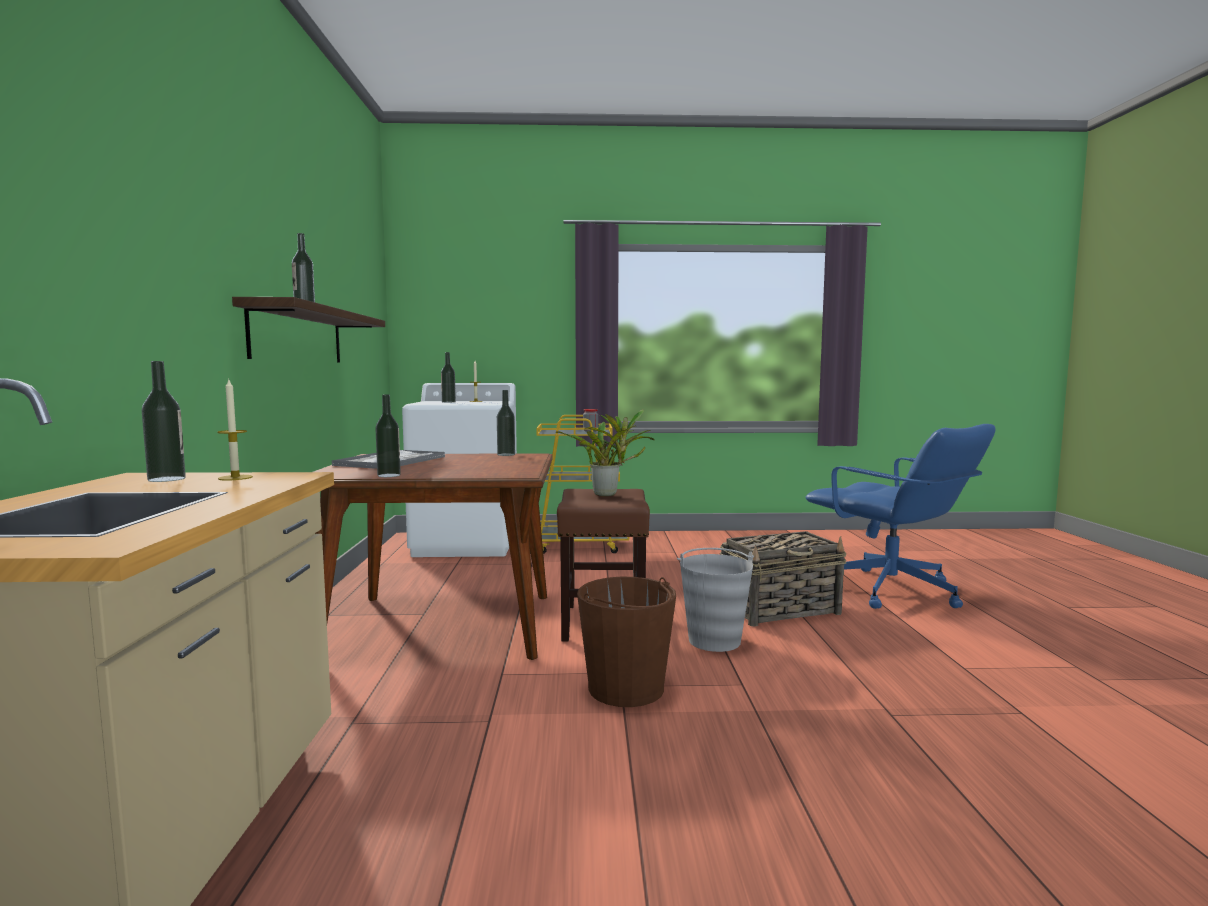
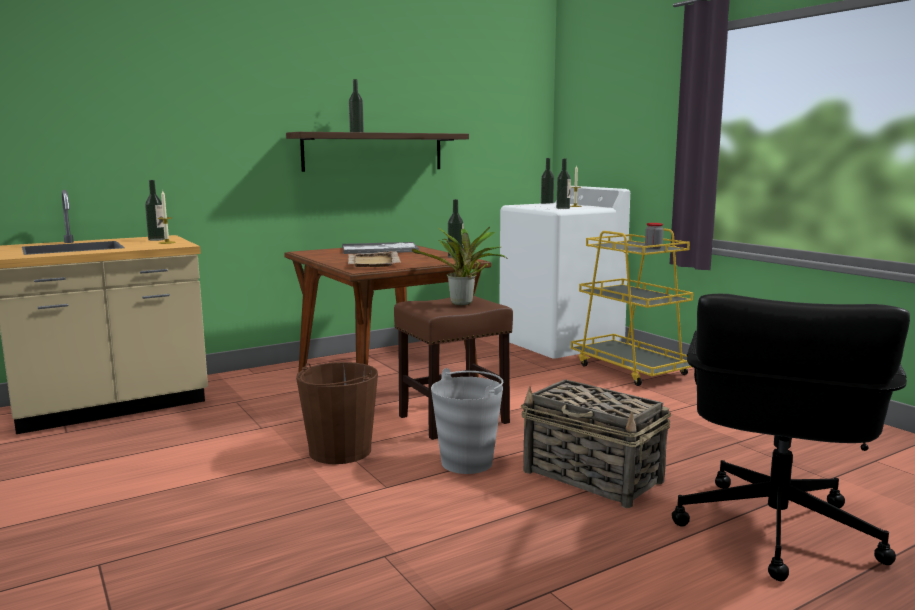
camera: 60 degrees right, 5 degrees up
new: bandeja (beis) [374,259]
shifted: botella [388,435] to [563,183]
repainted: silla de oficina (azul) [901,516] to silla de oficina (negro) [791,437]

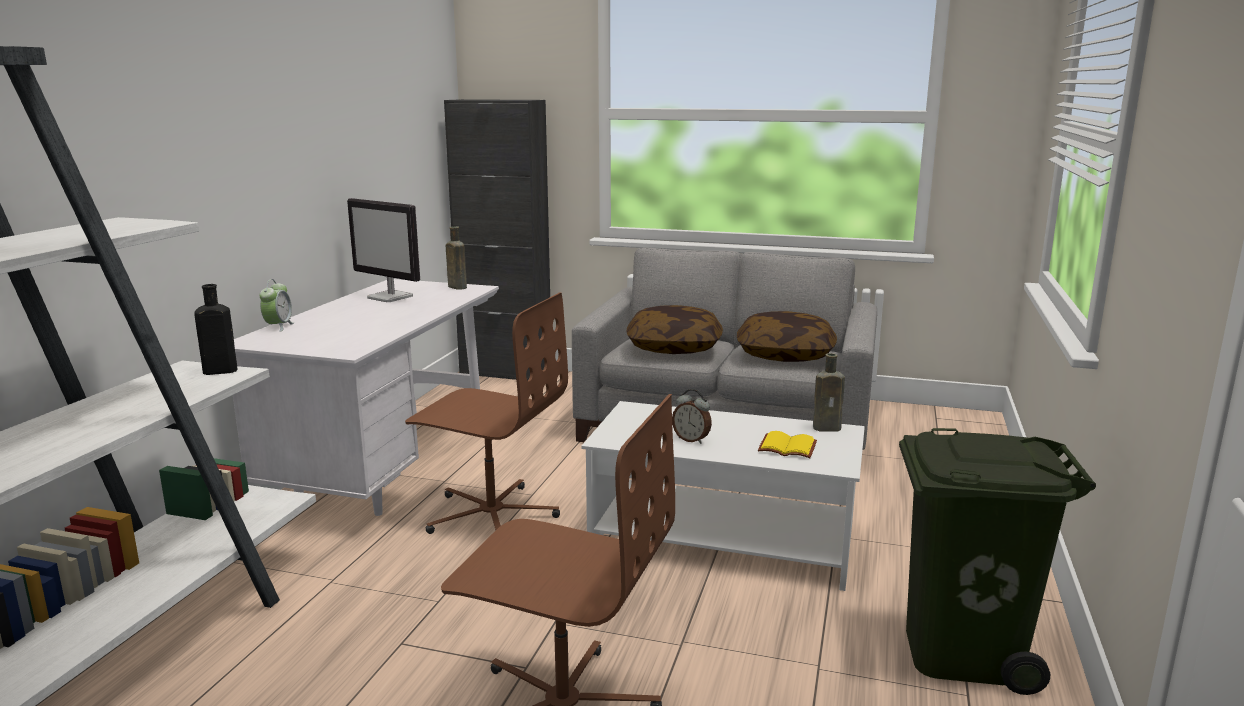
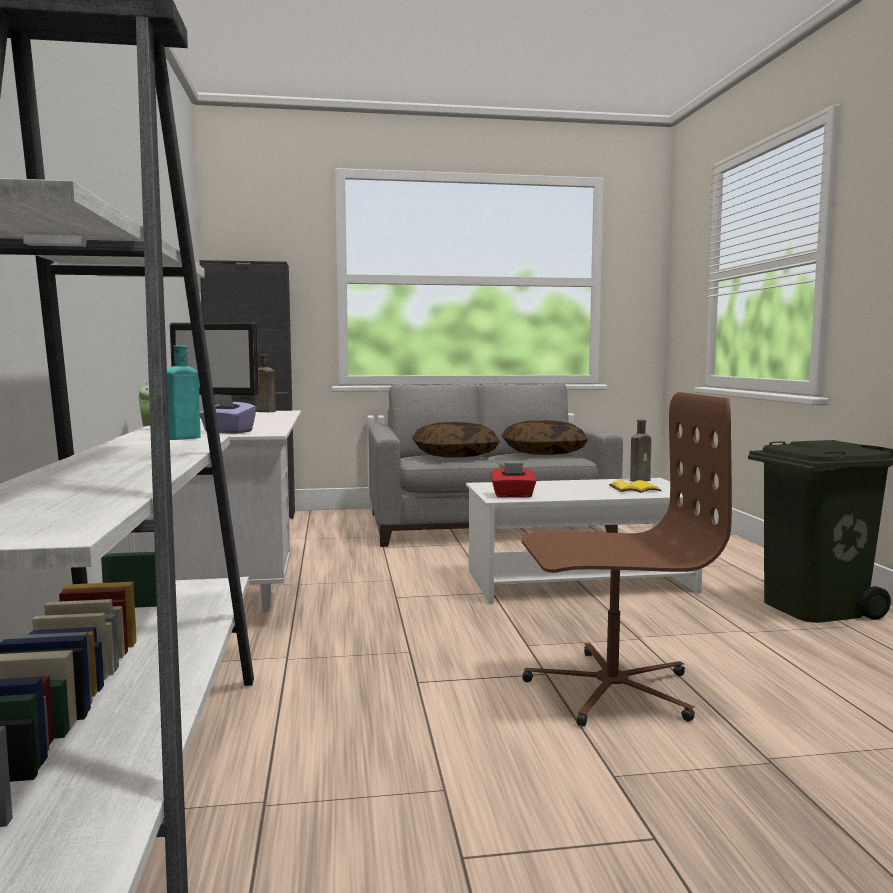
camera: 25 degrees left, 10 degrees down
gone: silla de oficina (marrón) [486,413]; despertador [692,416]
new: caja de pañuelos (morado) [228,414]; caja de pañuelos (rojo) [513,480]
repainted: botella (negro) [215,329] to botella (turquesa) [184,392]

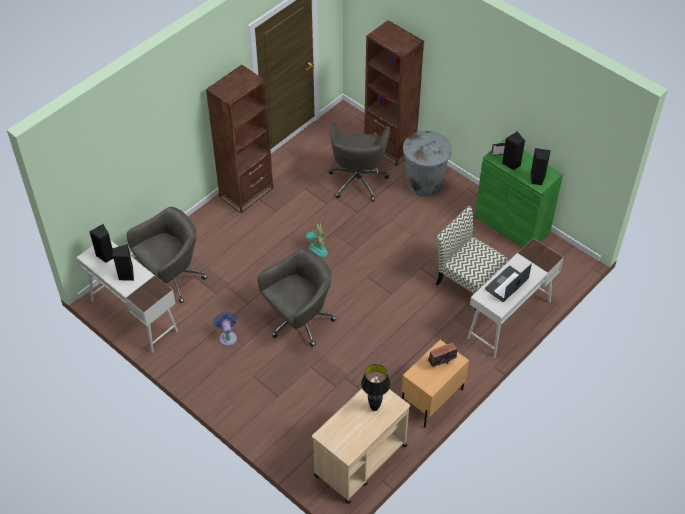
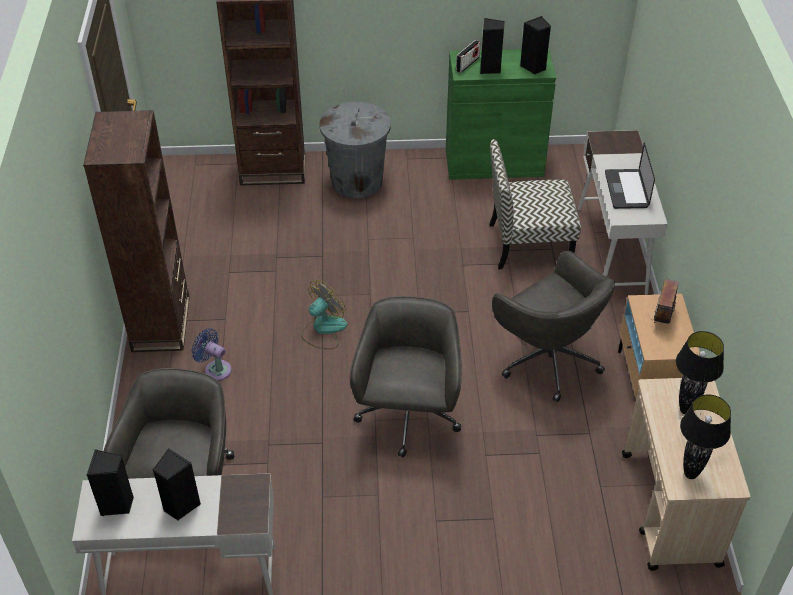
camera: 45 degrees left, 5 degrees down
new: lámpara de mesa (negro) [705,436]
shifted: ventilador (azul) [225,329] to [212,354]; silla de oficina (gris) [360,162] to [553,326]

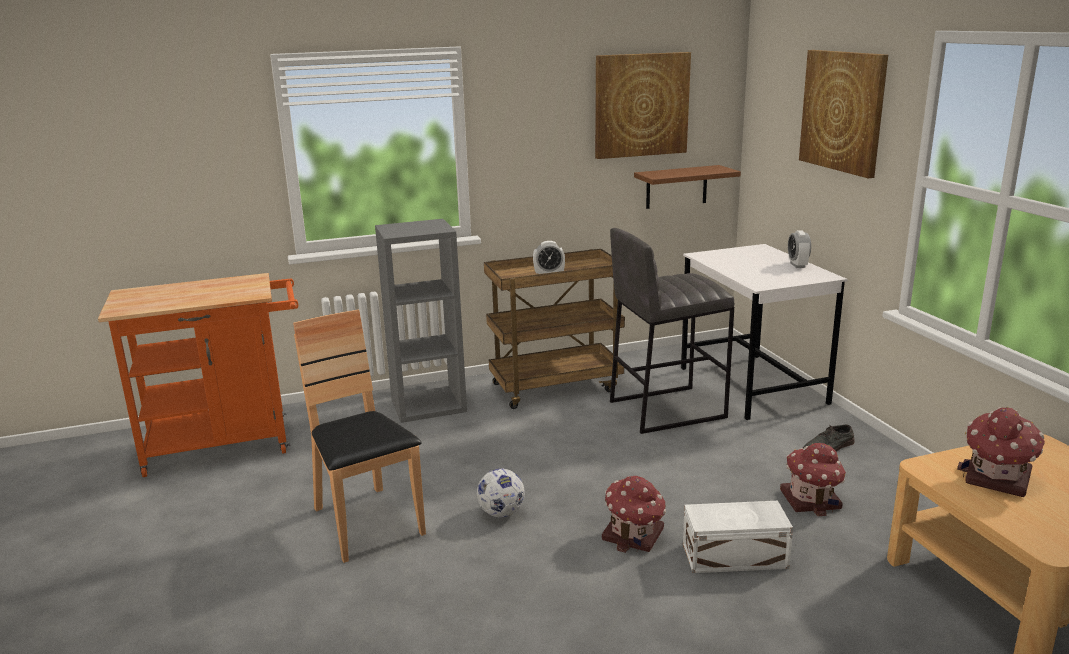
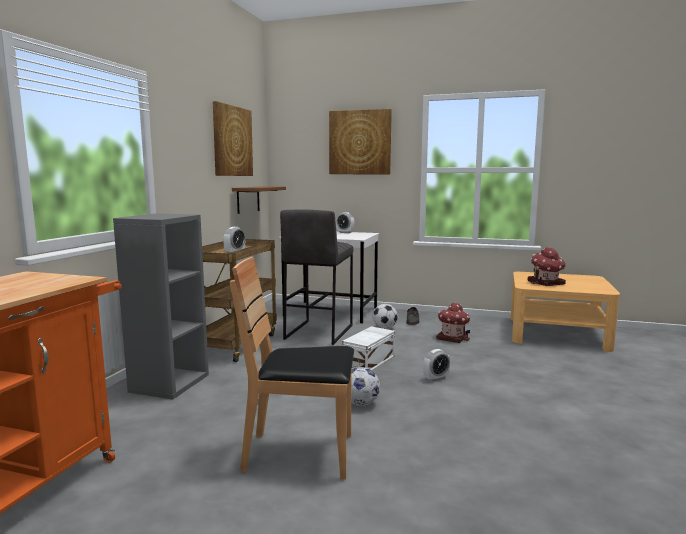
camera: 55 degrees left, 10 degrees down
new: balón de fútbol [385,316]
shifted: caja de almacenaje (blanco) [738,537] to [368,348]
swapped: casita [634,514] to despertador [436,365]

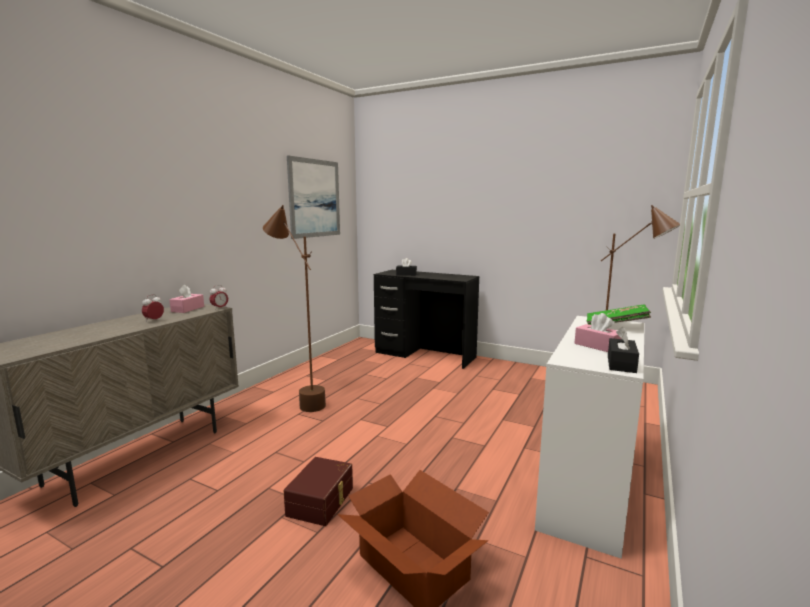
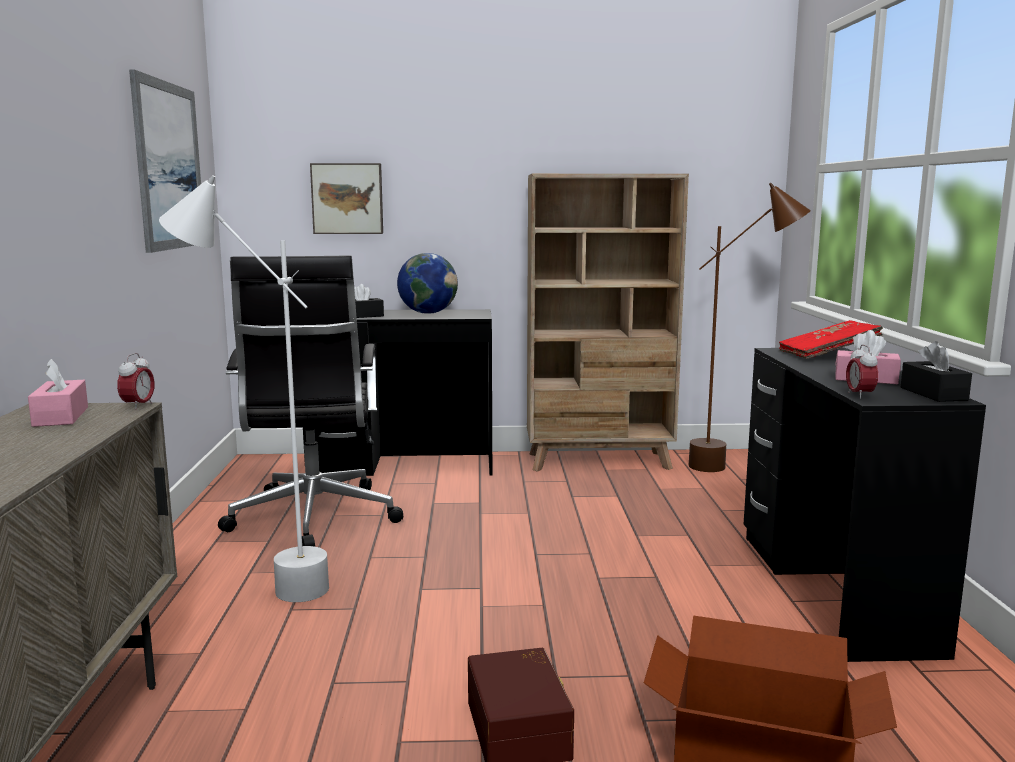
camera: 30 degrees left, 0 degrees up
new: silla de oficina (negro) [310,401]; cuadro [346,198]; globo terráqueo [427,283]; estantería (beis) [608,323]
shifted: despertador [153,308] to [862,371]
repainted: lámpara de pie (marrón) [294,308] to lámpara de pie (blanco) [244,388]; escritorio (blanco) [590,437] to escritorio (negro) [865,504]; libro (verde) [618,314] to libro (rojo) [831,339]

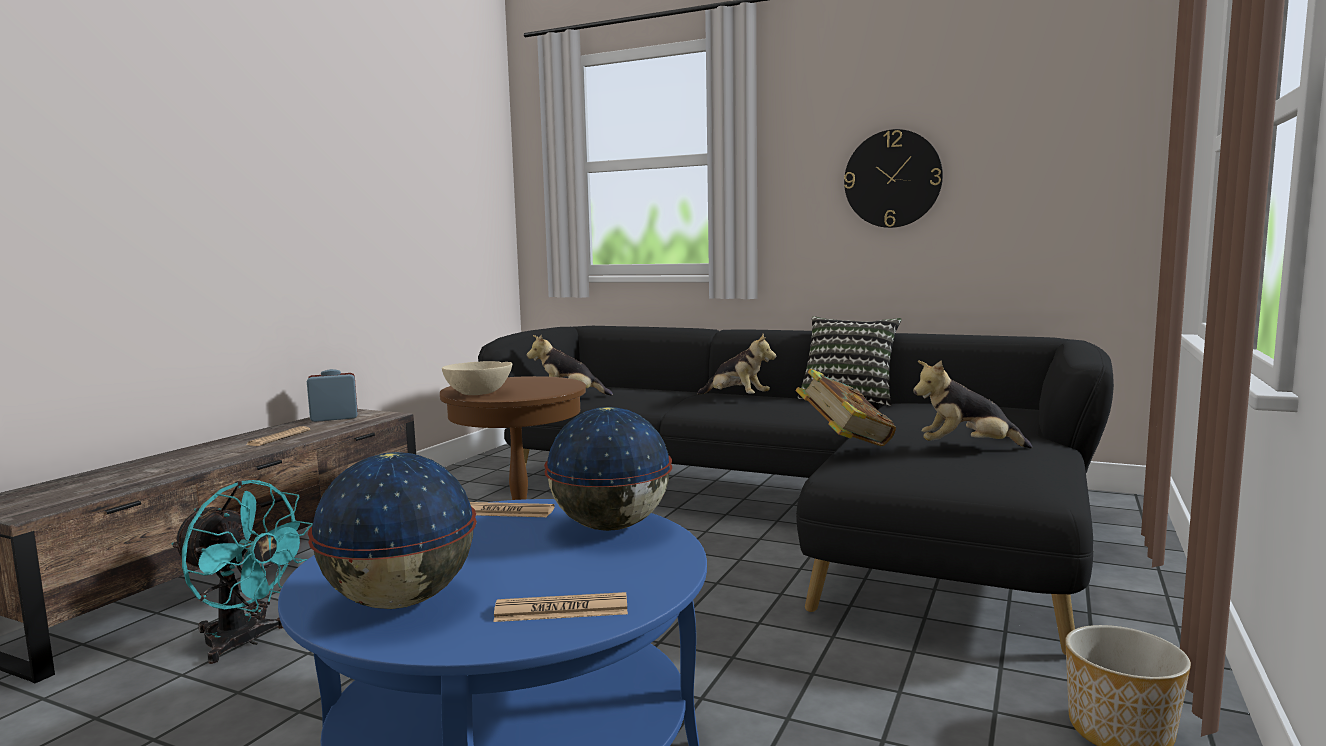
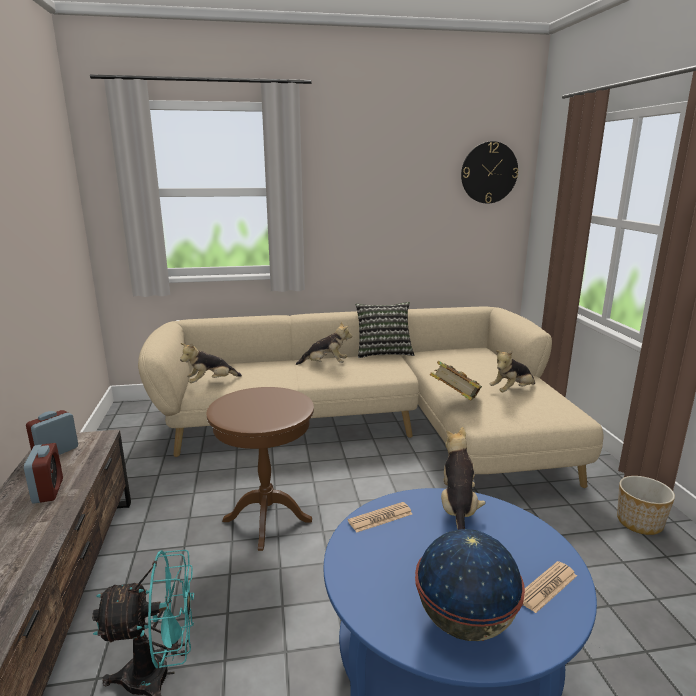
camera: 35 degrees left, 10 degrees up
gone: cuenco (beis) [477,378]
shifted: reloj de pared [893,178] to [490,172]
swapped: periódico [278,436] to despertador [43,473]; globo terráqueo [608,469] to peluche [463,478]
repainted: sofá (negro) [796,490] to sofá (beis) [370,397]

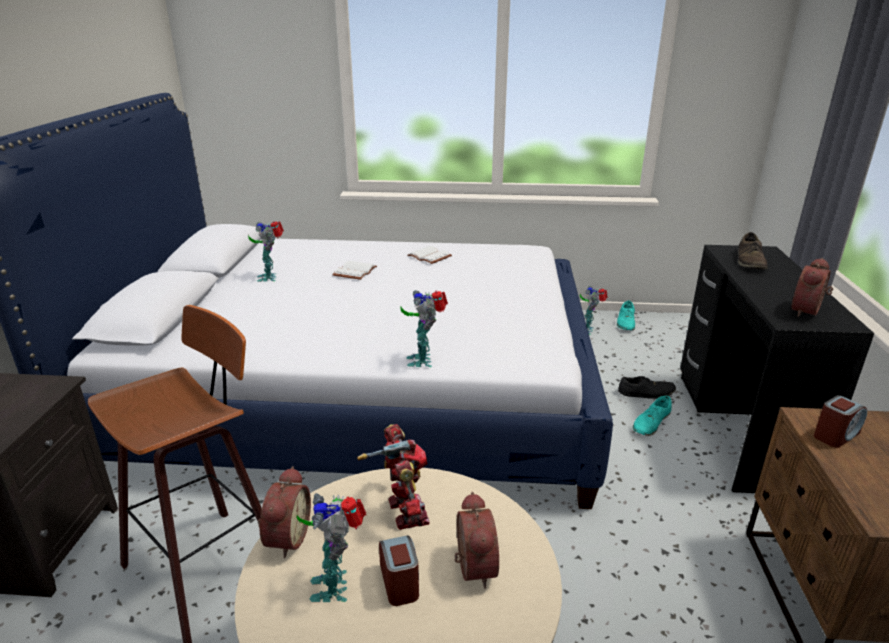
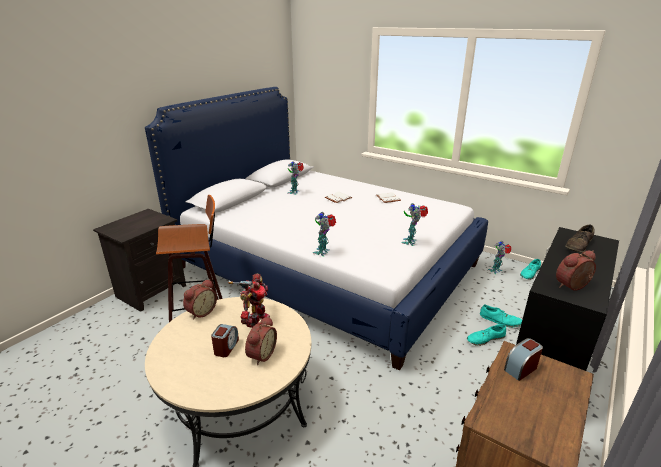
camera: 30 degrees right, 0 degrees up
shifted: robot de juguete [331,547] to [414,224]
repainted: zapato (negro) [647,387] to zapato (turquesa) [501,315]
rotated: despertador [840,421] = [523,359] 150 degrees clockwise

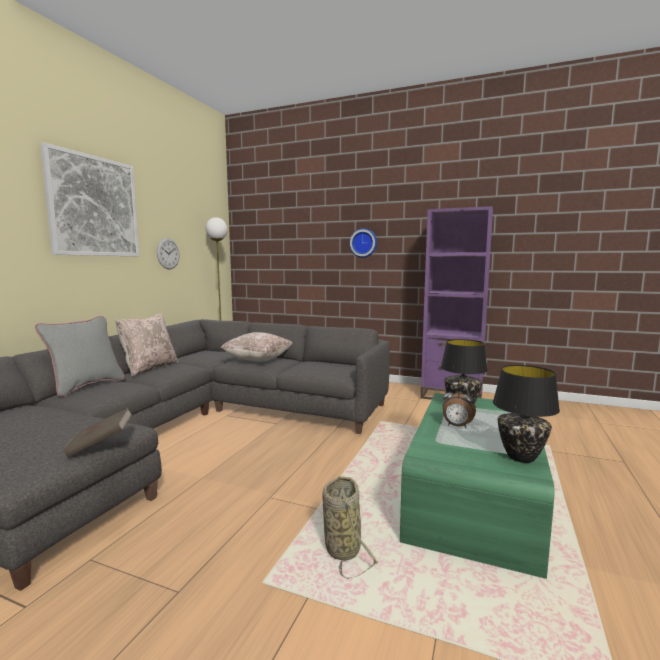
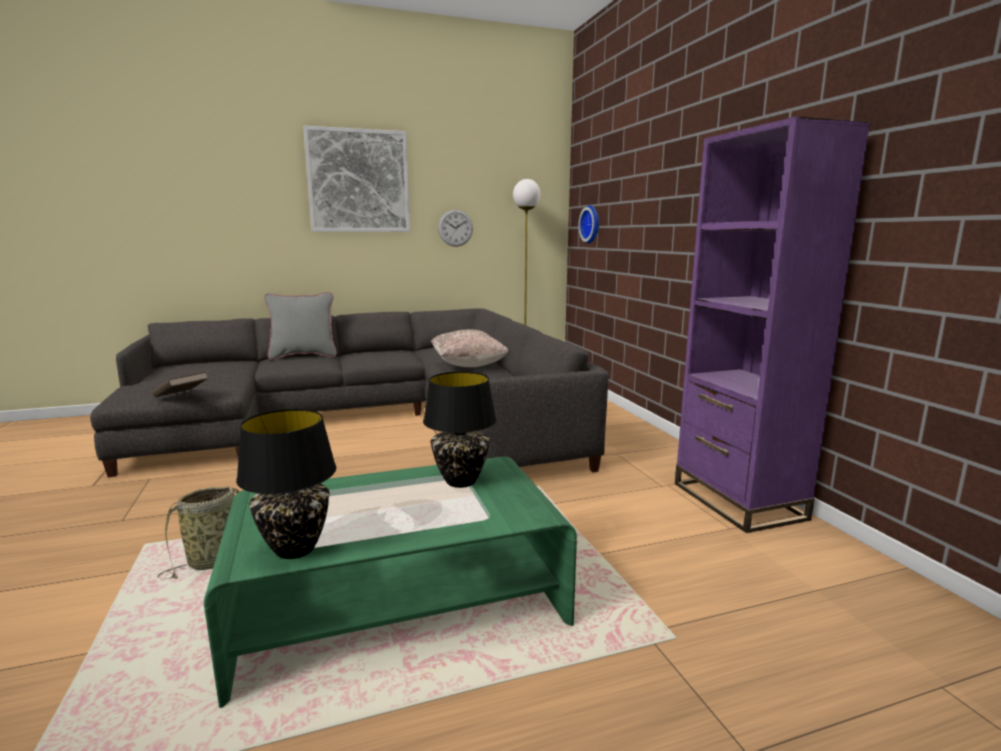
camera: 50 degrees right, 5 degrees up
gone: cojín (beis) [147,345]; despertador [459,406]
shifted: reloj de pared [363,243] to [588,224]

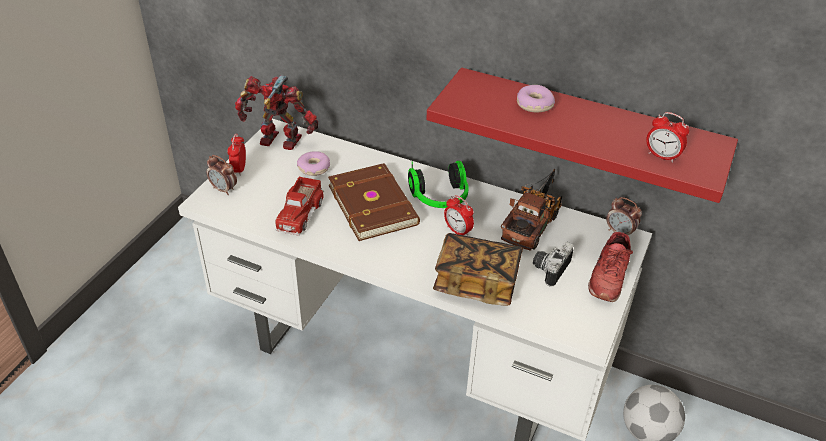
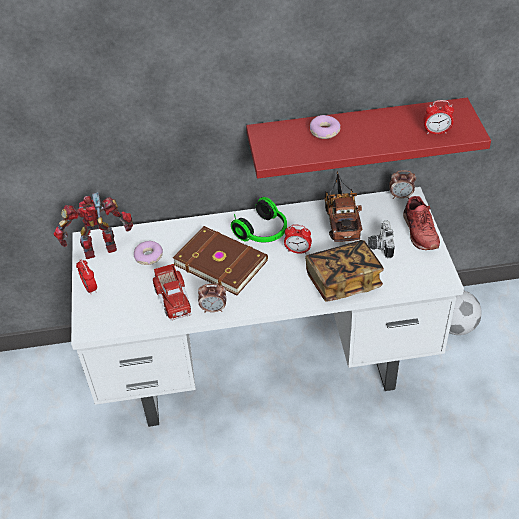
camera: 30 degrees left, 5 degrees up
shifted: despertador [222,175] to [212,298]

